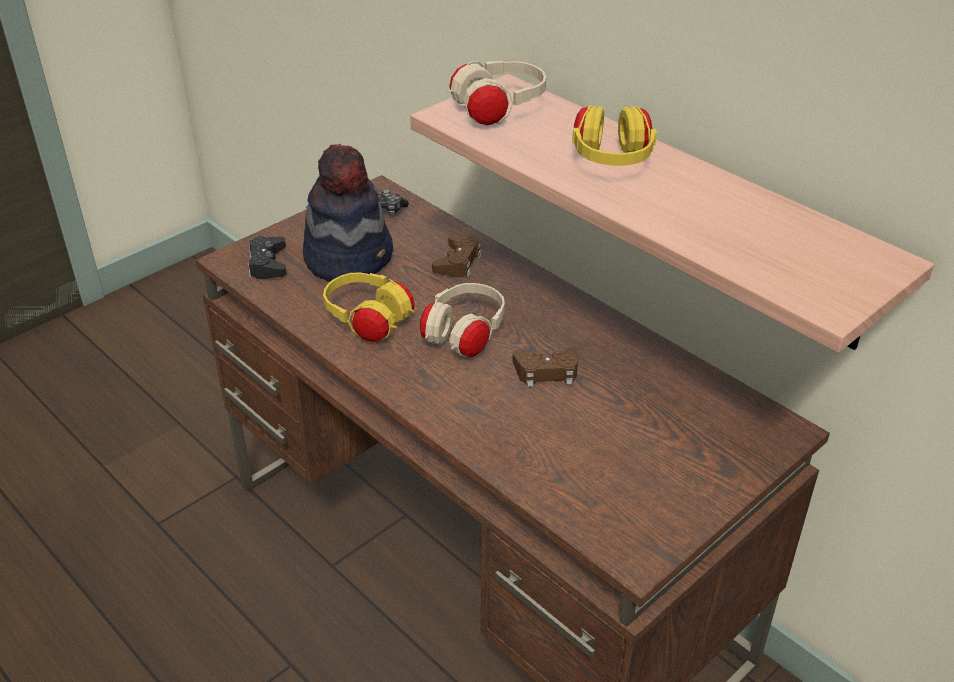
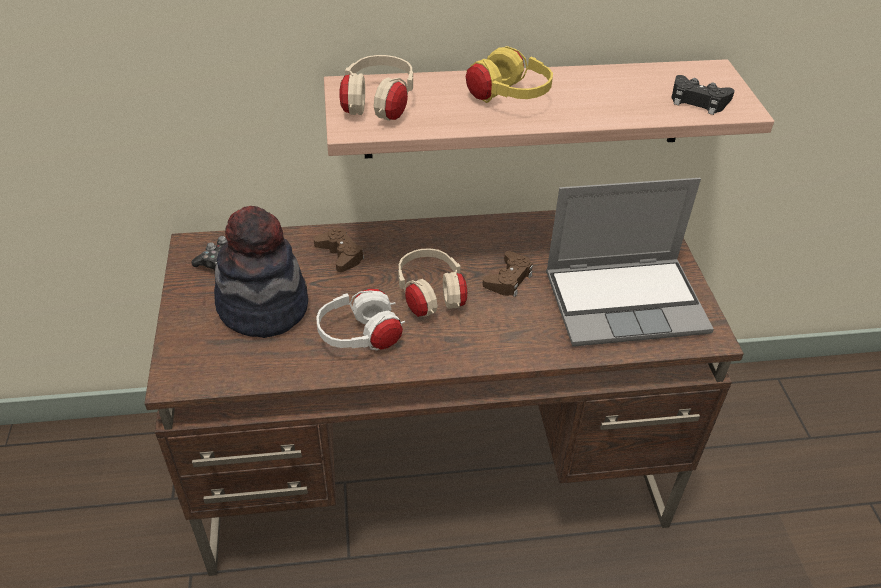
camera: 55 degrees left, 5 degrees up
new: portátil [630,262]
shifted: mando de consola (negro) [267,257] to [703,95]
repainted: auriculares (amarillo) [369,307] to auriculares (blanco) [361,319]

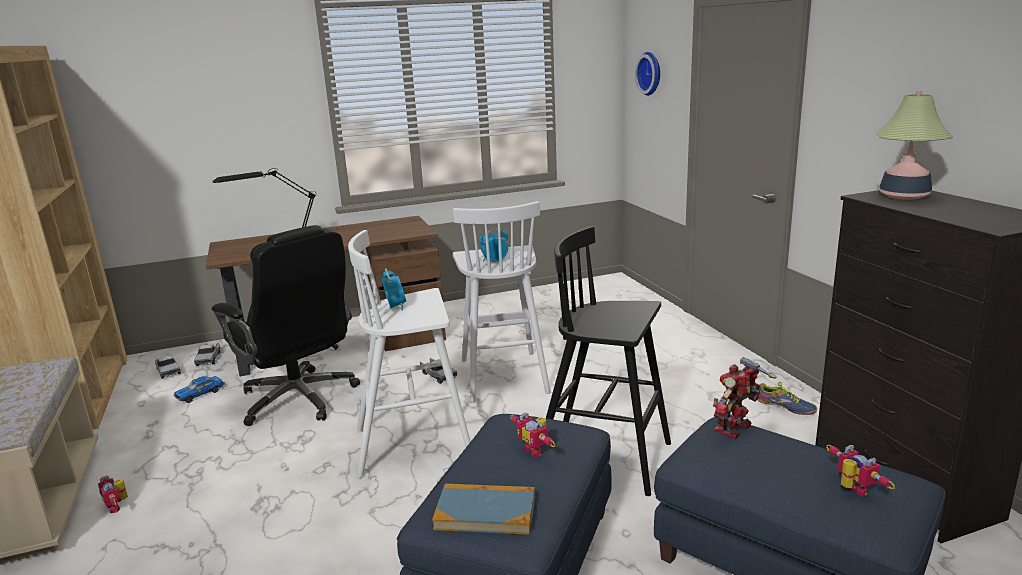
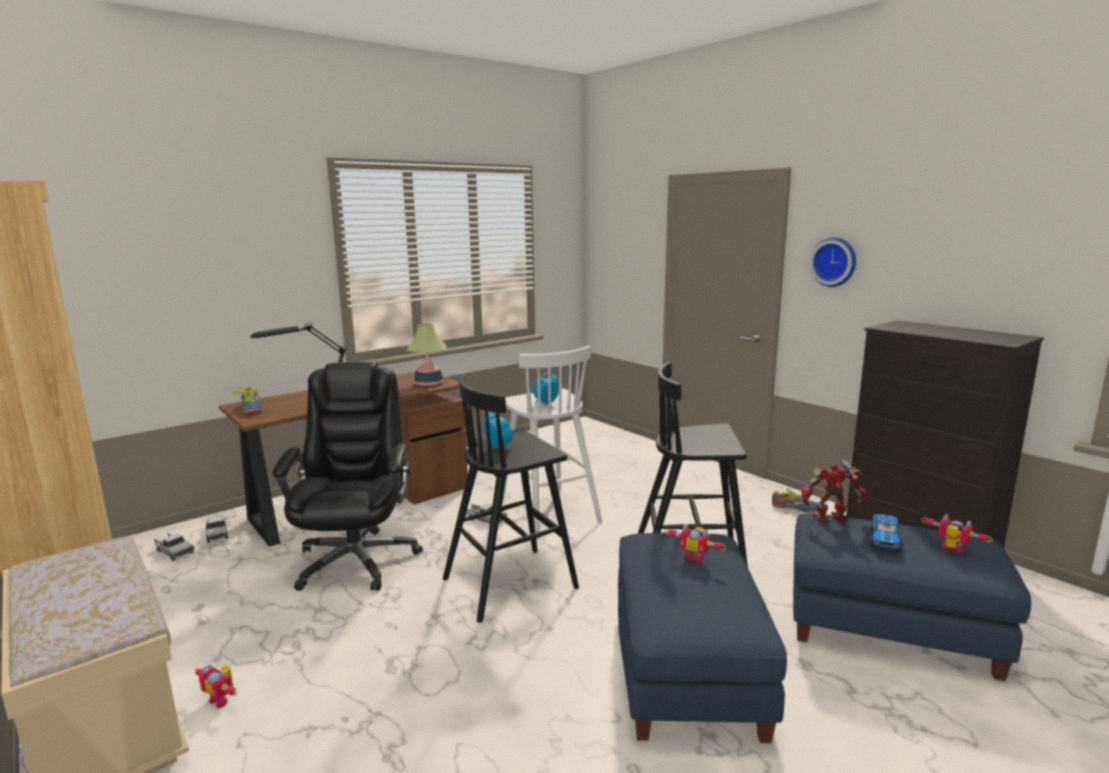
camera: 20 degrees left, 5 degrees down
gone: libro [484,509]
new: zapato [248,400]
shifted: coche de juguete [199,389] to [886,532]; reloj de pared [647,74] to [833,262]; lámpara de mesa [914,145] to [427,354]
repainted: taburete (blanco) [409,354] to taburete (negro) [511,499]
rotated: silla de oficina (negro) [286,325] = [348,476] 120 degrees counterclockwise; robot de juguete [745,398] = [834,491] 60 degrees clockwise

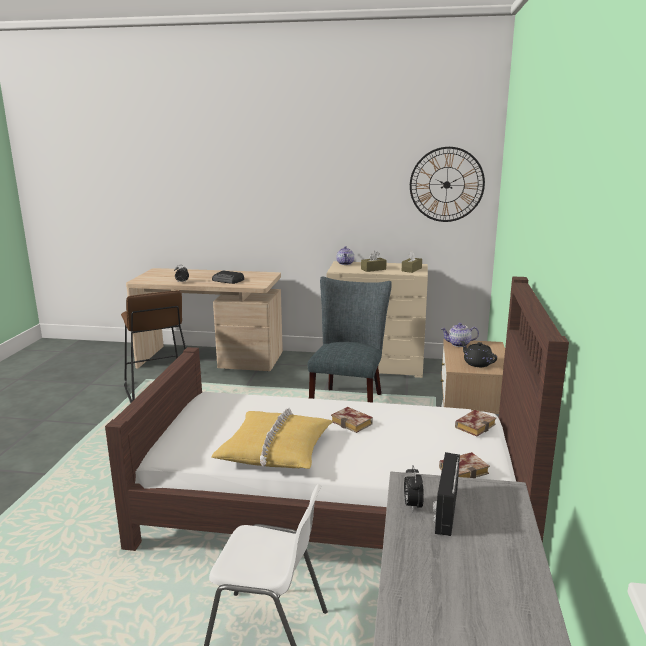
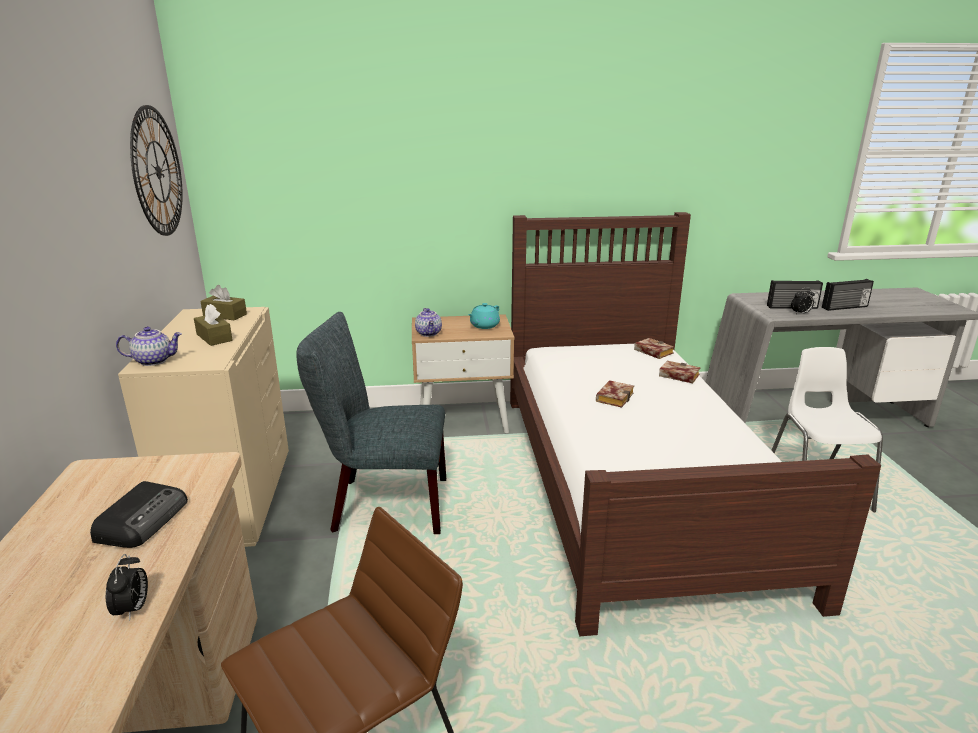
camera: 105 degrees left, 5 degrees up
gone: cojín (amarillo) [272,438]
new: radio [848,295]
shifted: libro [475,423] to [680,372]
repainted: tetera (negro) [479,354] to tetera (turquesa) [484,316]

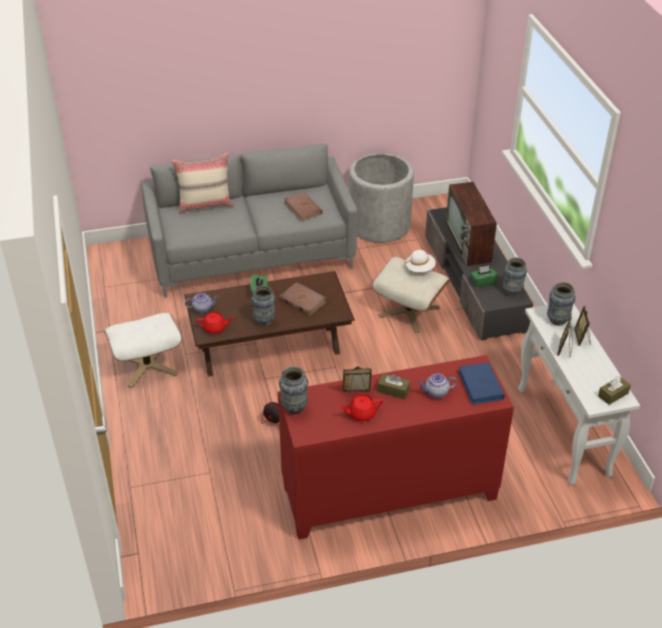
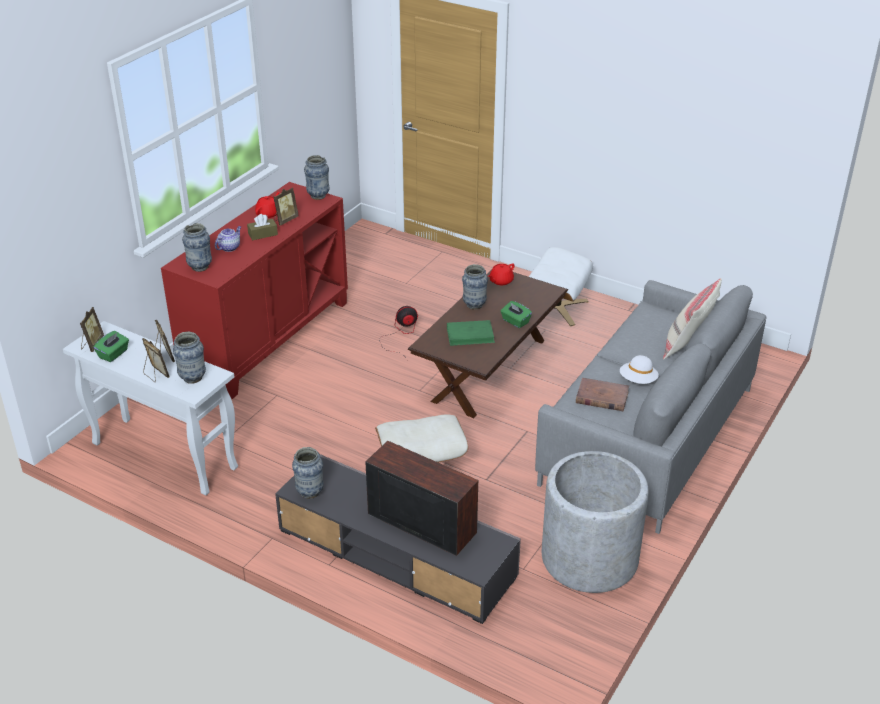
camera: 135 degrees right, 5 degrees down
gone: tetera [201,303]
shifted: sombrero (blanco) [420,261] to [639,369]; caja de pañuelos (verde) [484,276] to [111,346]
swapped: libro (azul) [481,383] to florero [197,247]; caja de pañuelos (marrón) [614,390] to portarretratos [92,329]
repainted: libro (marrón) [302,299] to libro (verde) [471,333]

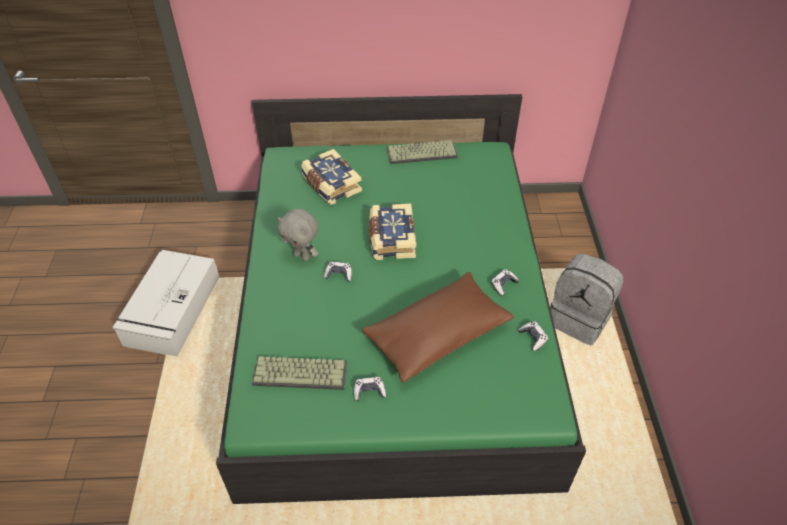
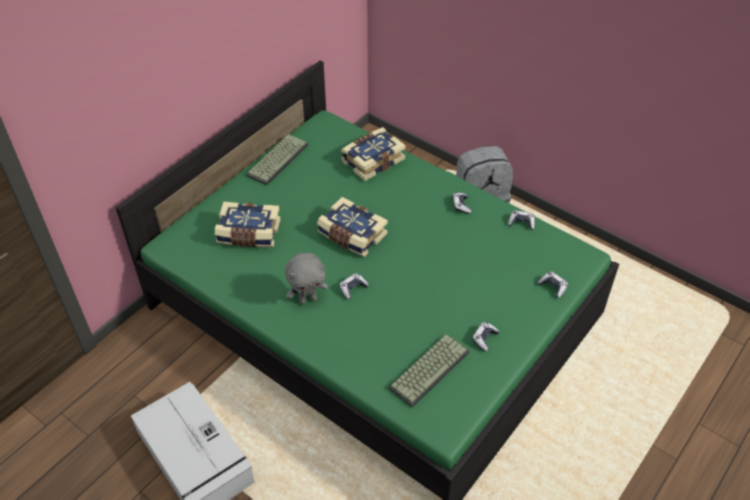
camera: 50 degrees left, 0 degrees up
gone: cojín (marrón) [438,327]
new: libro [373,154]; mando de consola [553,285]

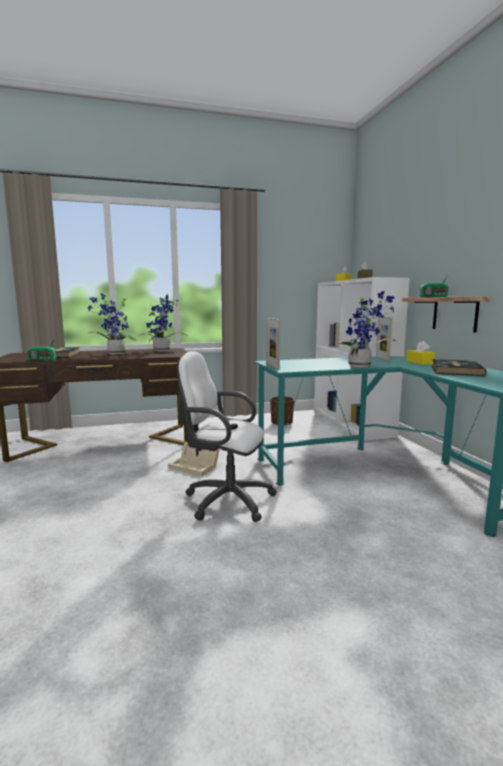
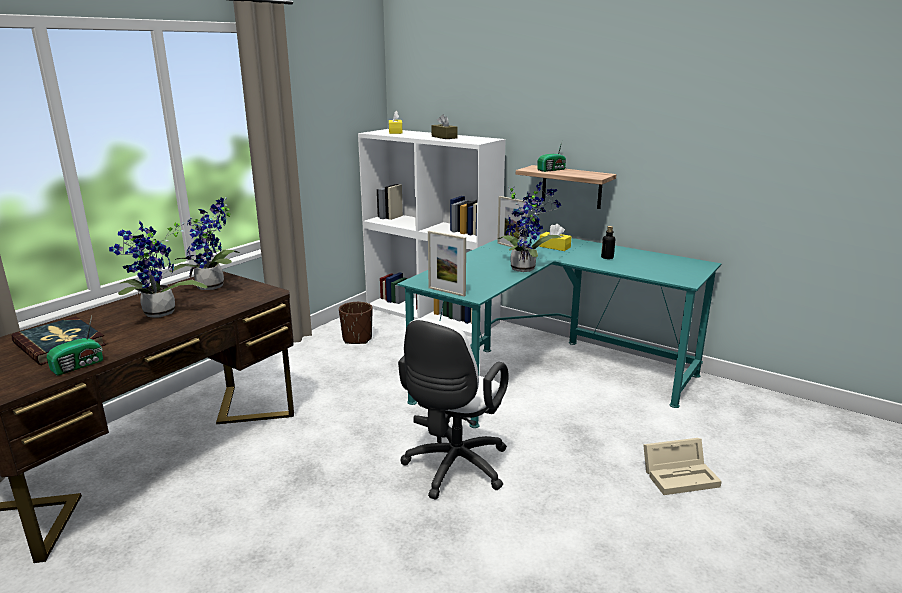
camera: 40 degrees left, 10 degrees up
shifted: caja de almacenaje (beis) [194,459] to [682,466]
swapped: libro [459,367] to botella [608,242]
rotated: silla de oficina (blanco) [227,436] = [453,409] 45 degrees counterclockwise

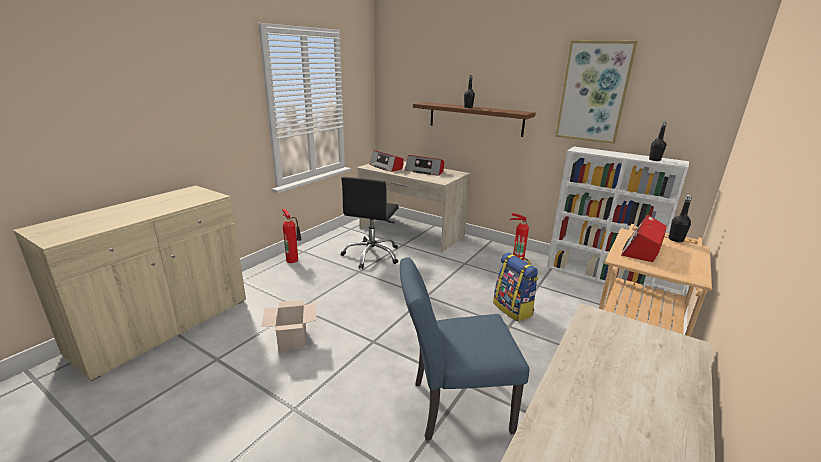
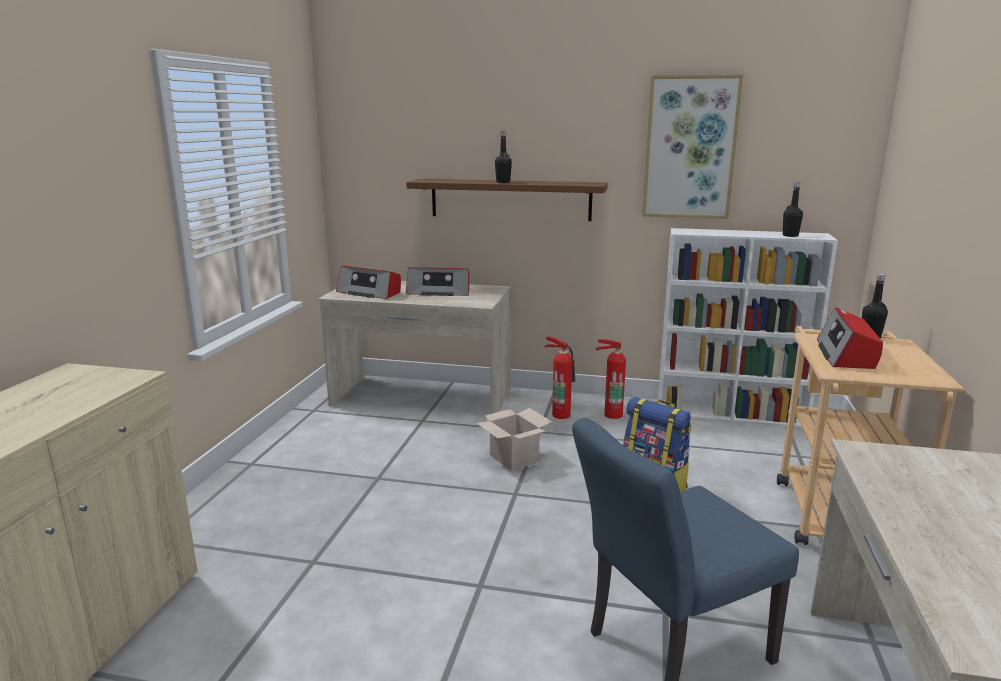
camera: 20 degrees left, 5 degrees down
gone: silla de oficina (negro) [370,223]
shifted: caja de cartón [288,325] to [514,439]; extintor [292,236] to [560,377]

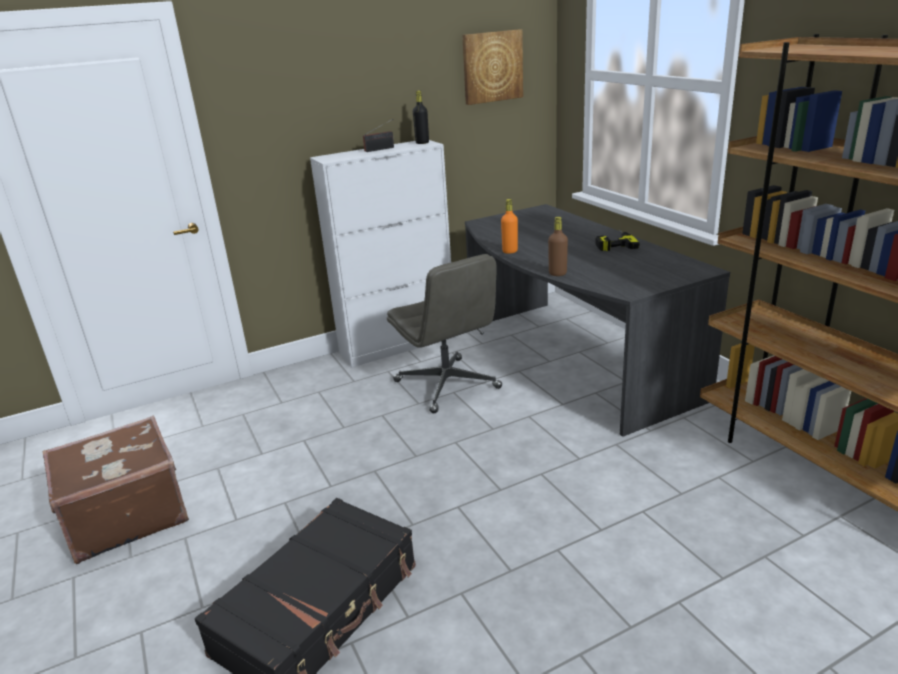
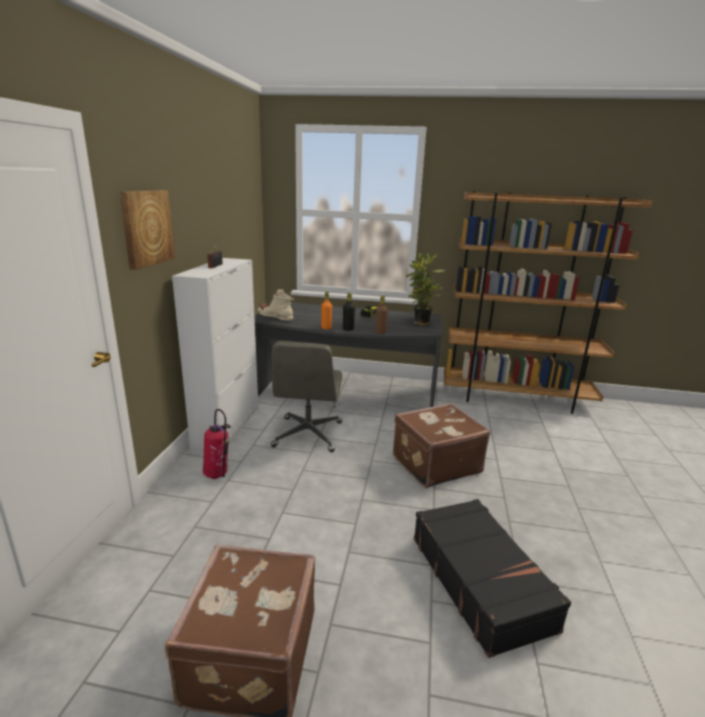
camera: 55 degrees left, 5 degrees down
new: extintor [217,444]; bota (beis) [276,305]; maleta (marrón) [442,445]; planta en maceta [425,288]
shifted: botella (negro) [421,117] to [349,312]; cuadro [492,67] to [147,230]
rotated: silla de oficina (gris) [444,333] = [306,396] 90 degrees clockwise

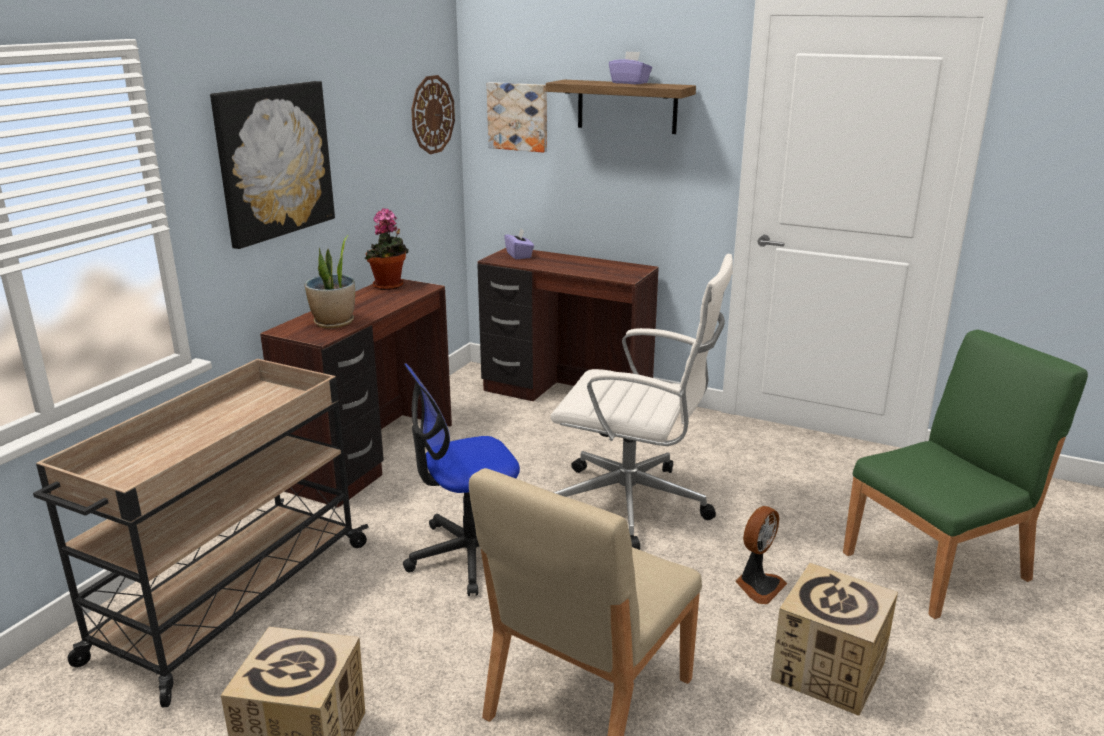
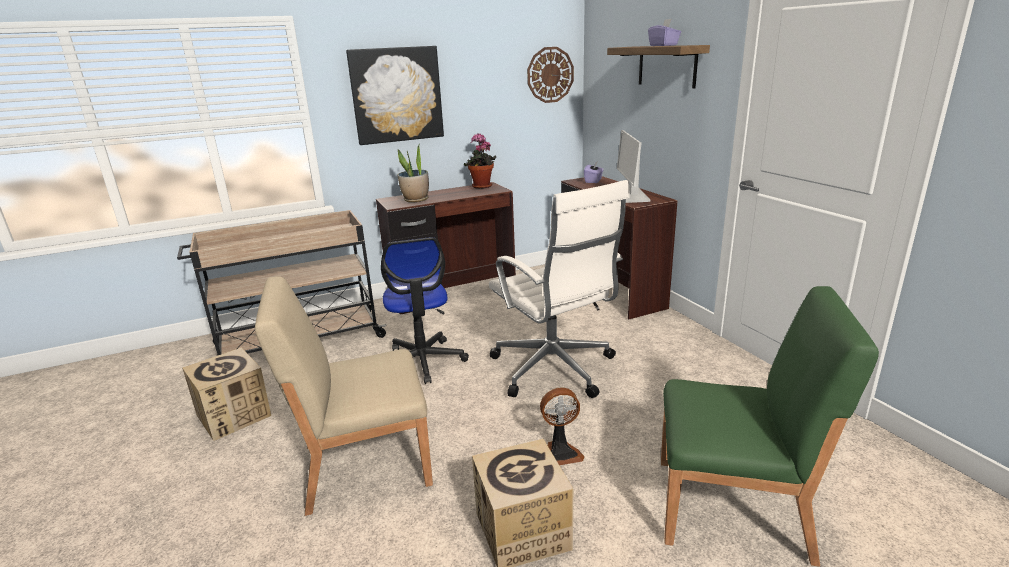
camera: 40 degrees right, 0 degrees up
gone: cuadro [517,117]
new: monitor [633,166]
rotated: silla de oficina [461,479] = [425,310] 120 degrees counterclockwise

